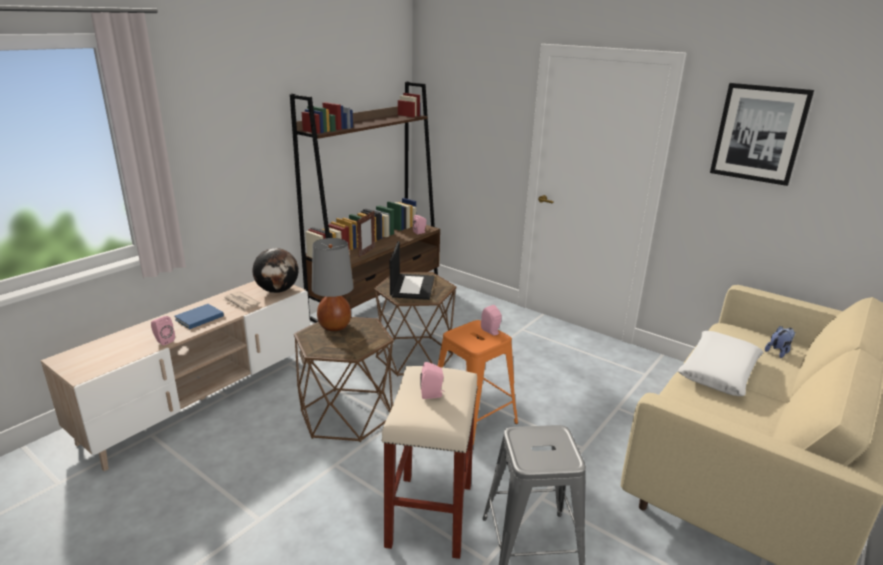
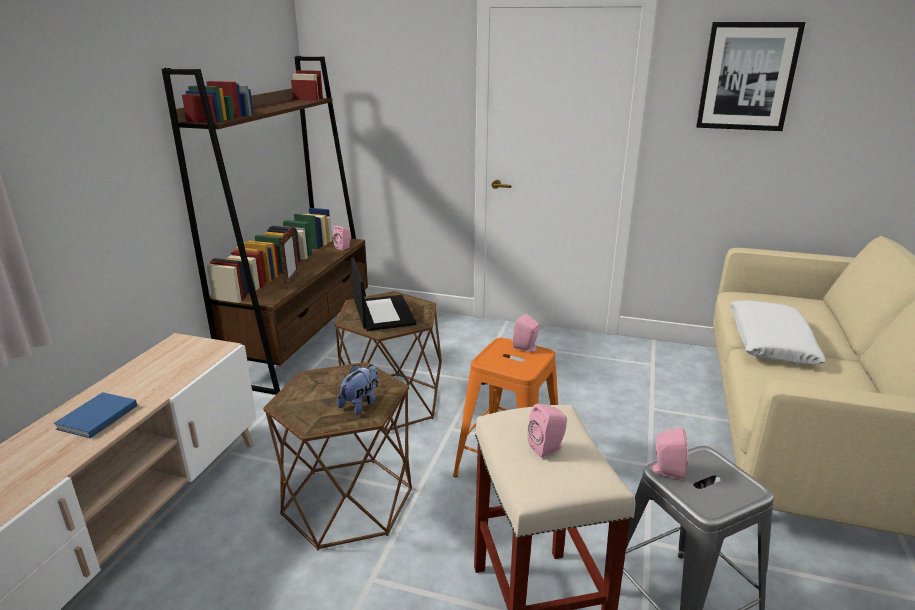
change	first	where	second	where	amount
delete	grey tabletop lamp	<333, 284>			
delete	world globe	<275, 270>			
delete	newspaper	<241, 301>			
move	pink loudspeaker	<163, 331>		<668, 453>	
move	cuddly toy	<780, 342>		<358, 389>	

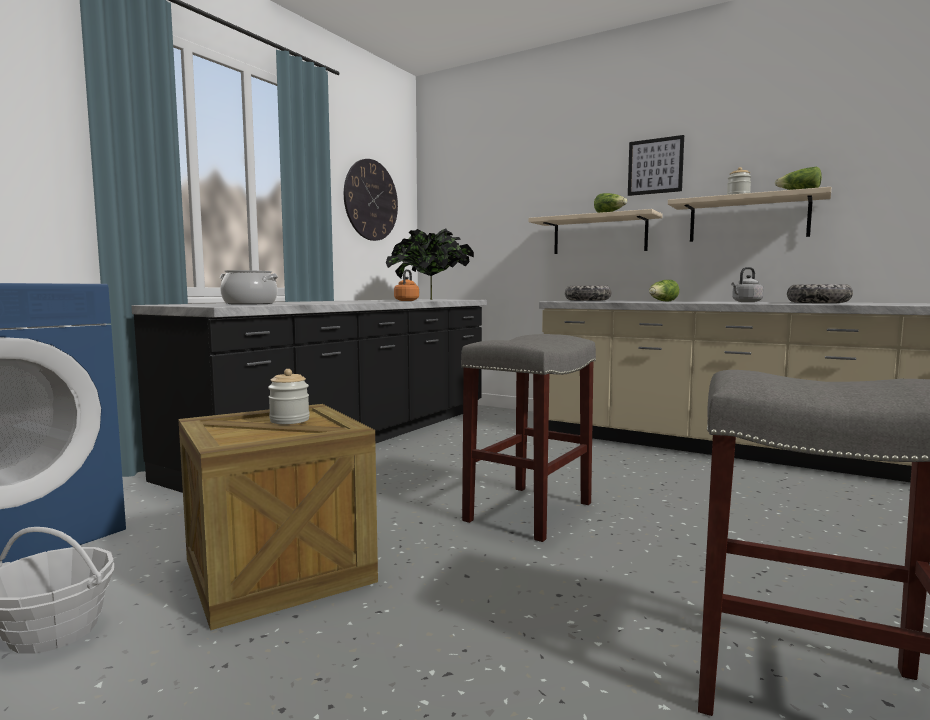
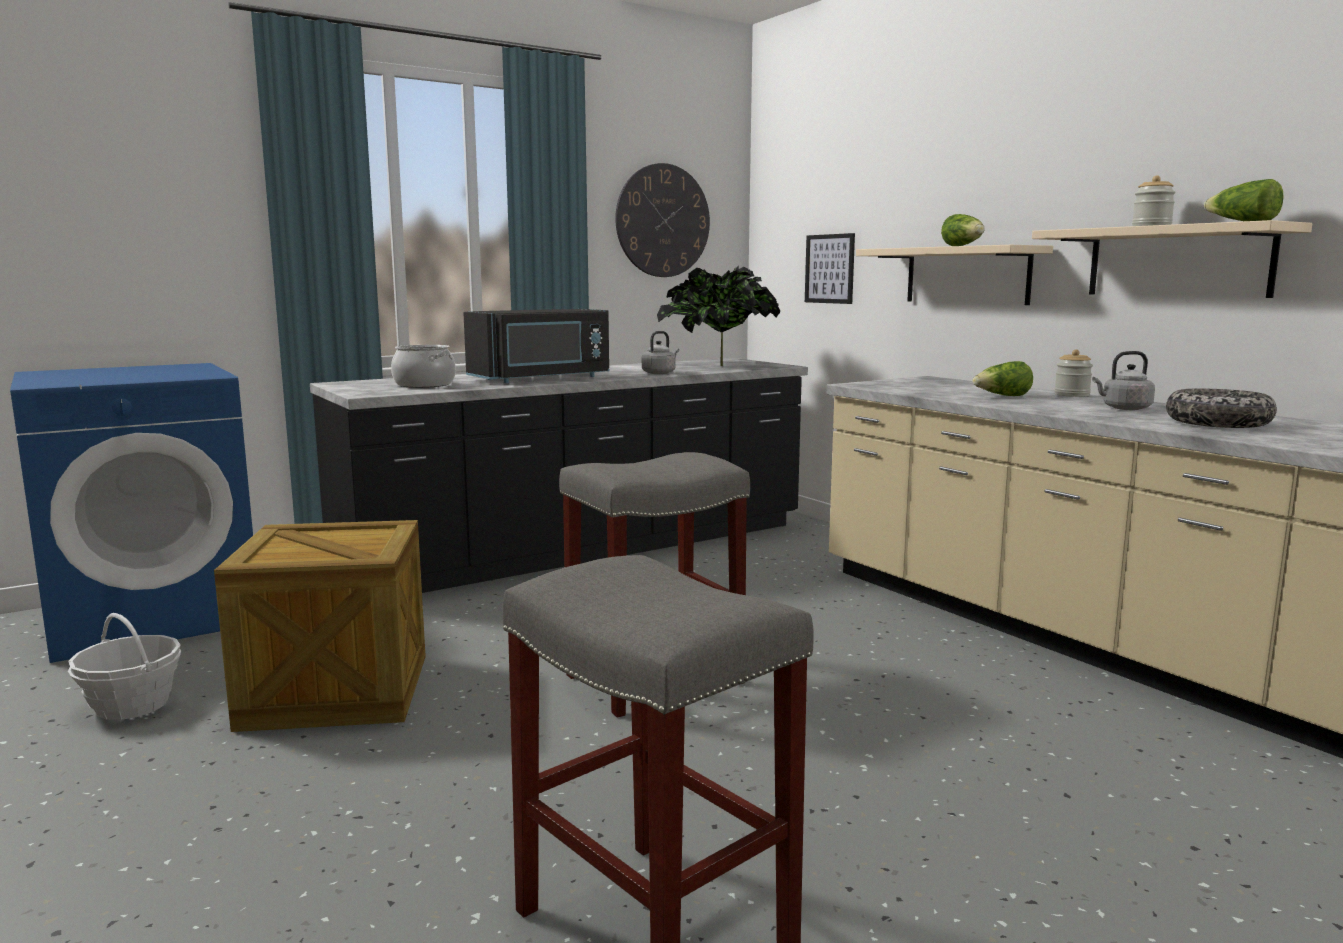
change	first	where	second	where	amount
move	picture	<656, 165>		<830, 268>	
recolor	orangey tea kettle	<406, 285>	grey tea kettle	<660, 352>	
delete	serving bowl	<588, 293>			
move	preserve jar	<289, 396>		<1073, 373>	
insert			blackish kitchen microwave	<536, 346>	

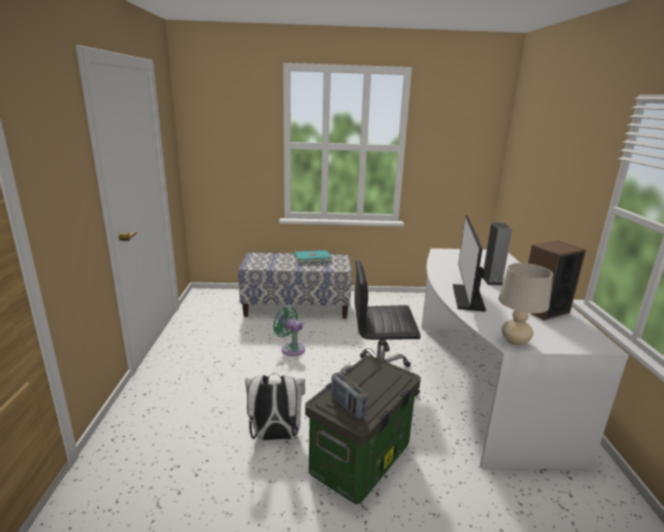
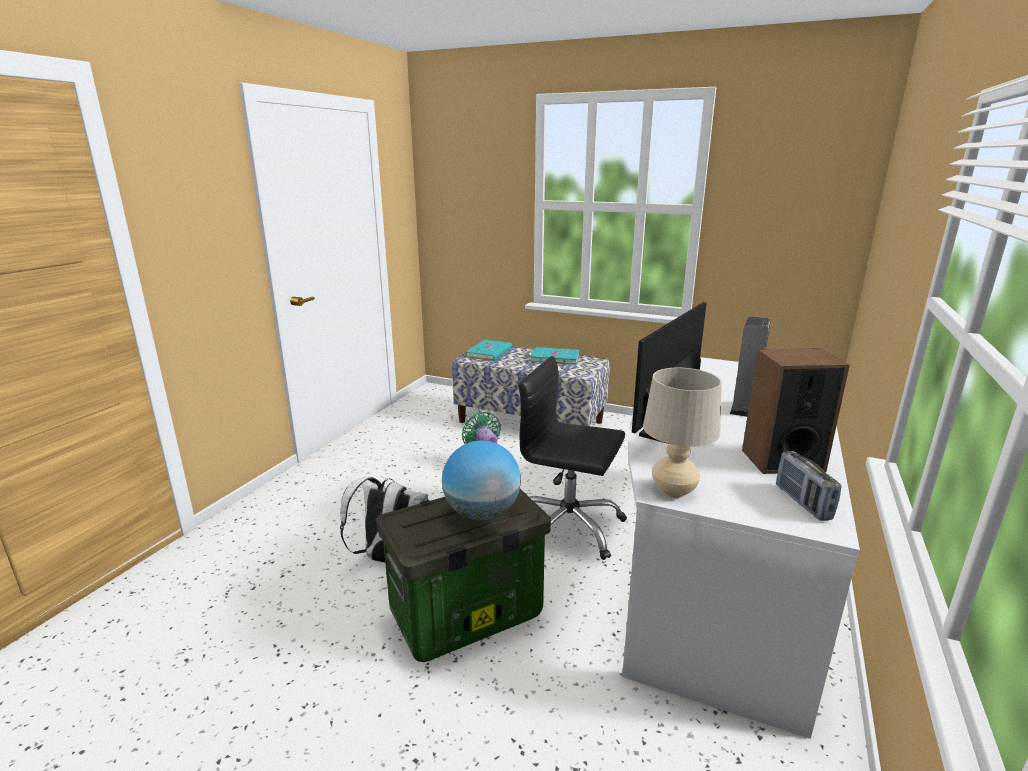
change	first	where	second	where	amount
move	radio receiver	<349, 395>		<809, 486>	
insert			turquoise-coloured book	<489, 350>	
insert			world globe	<481, 480>	

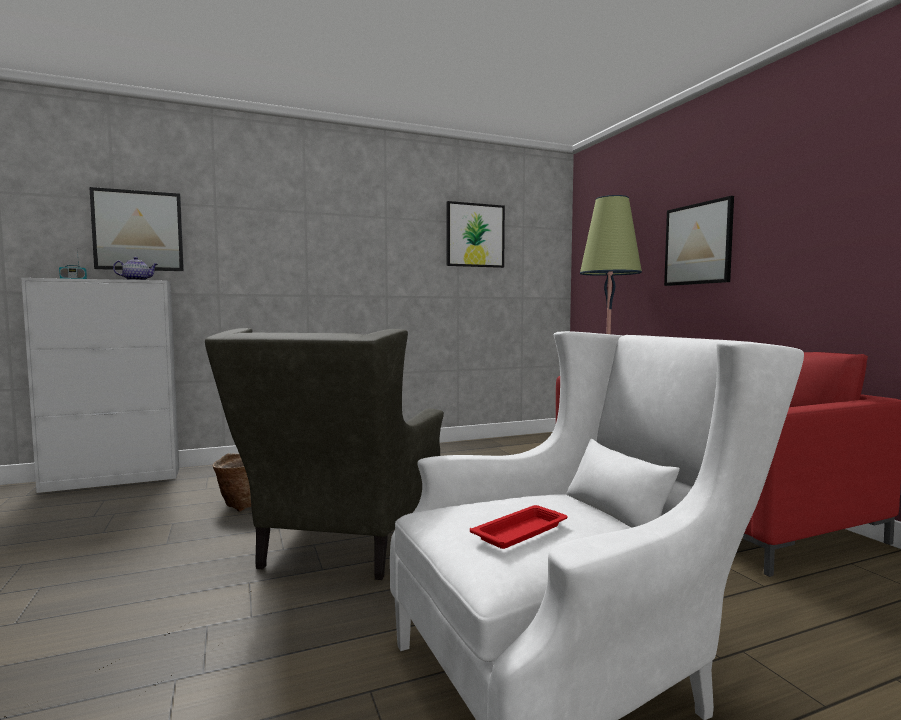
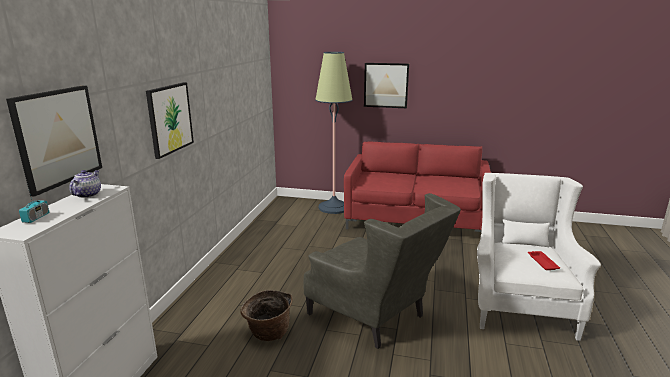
change	first	where	second	where	amount
move	picture	<475, 234>		<170, 120>	

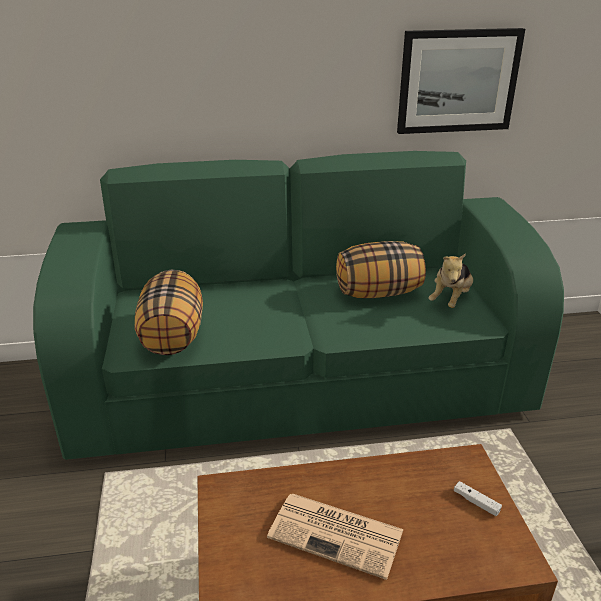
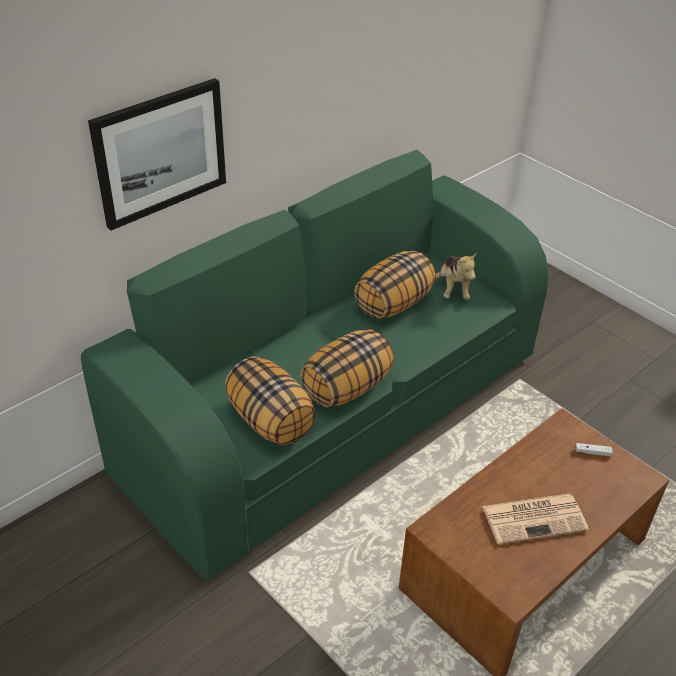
change	first	where	second	where	amount
move	picture	<461, 81>		<157, 154>	
insert			throw pillow	<347, 368>	

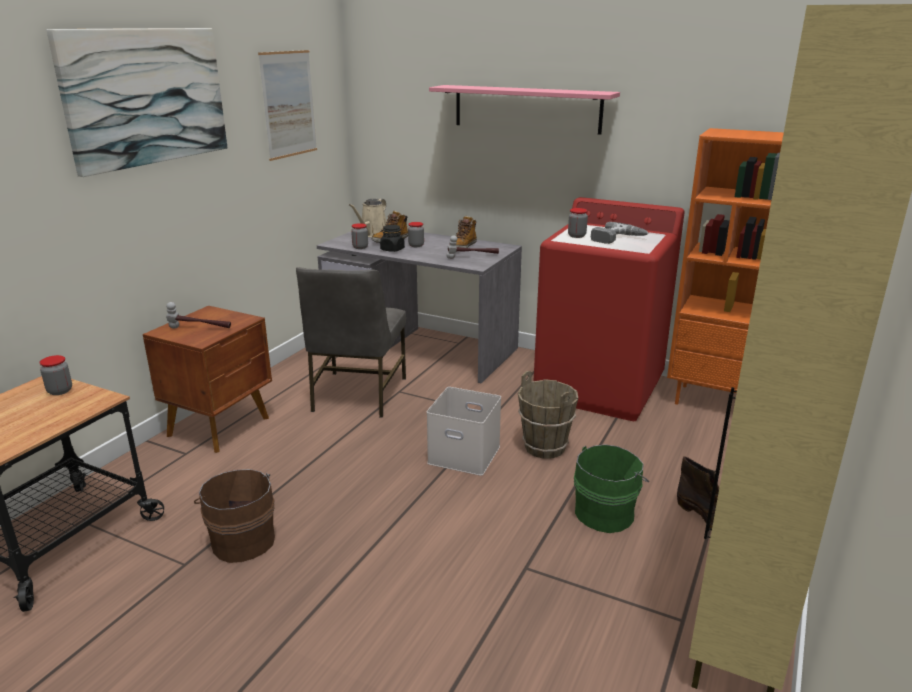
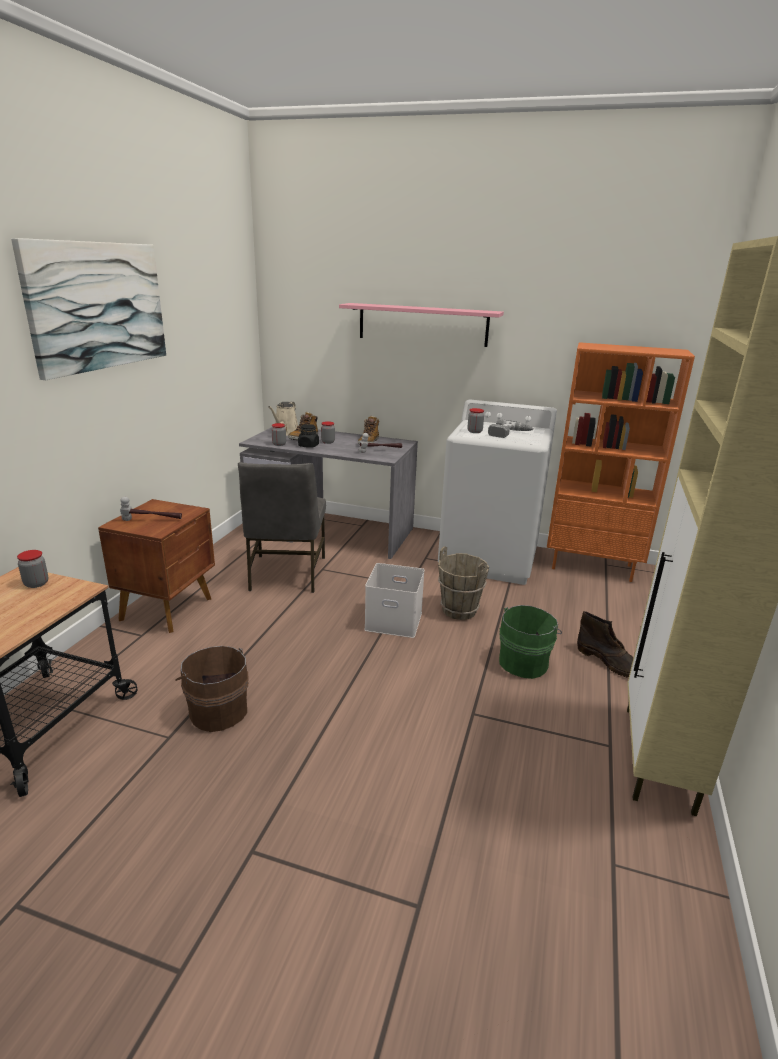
change	first	where	second	where	amount
delete	picture	<287, 105>			
recolor	red laundry appliance	<609, 309>	white laundry appliance	<497, 492>	

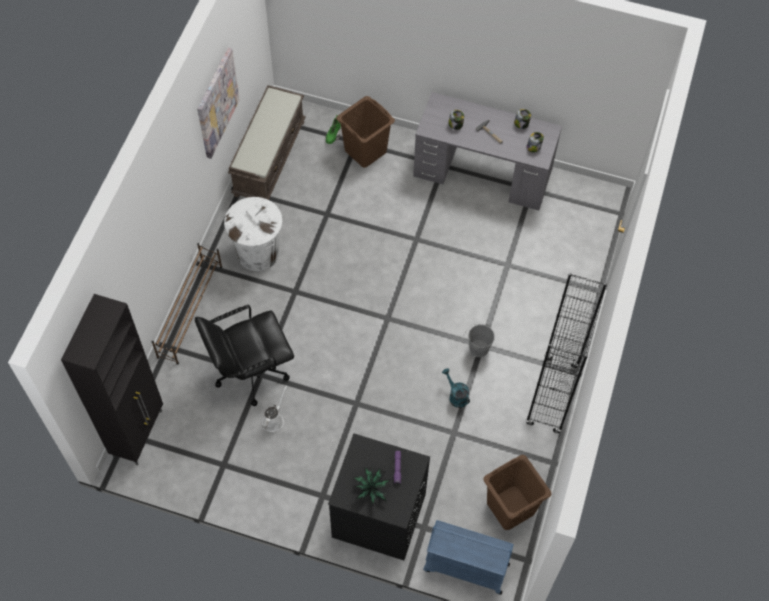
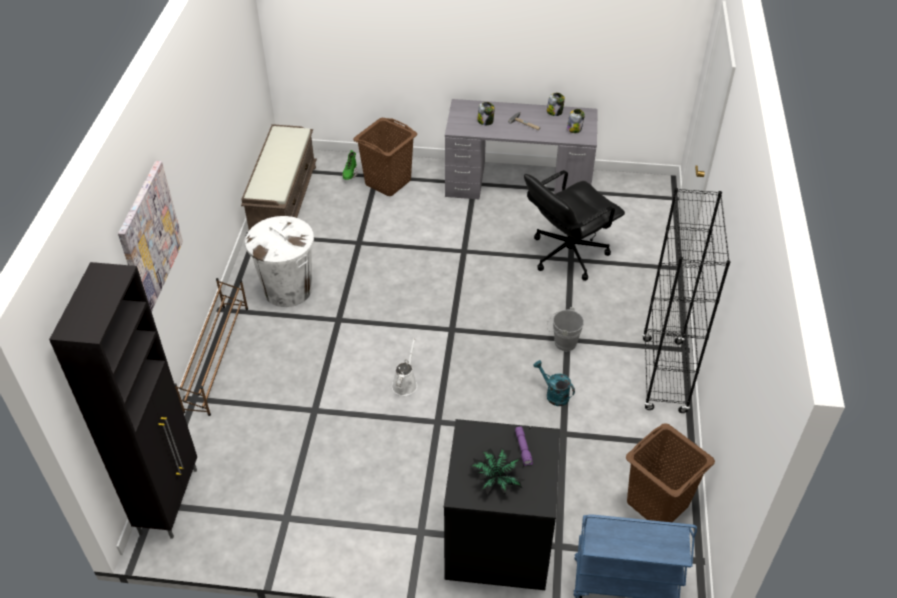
change	first	where	second	where	amount
move	picture	<218, 103>		<150, 236>	
move	blackish desk chair	<244, 355>		<574, 225>	
move	white watering can	<274, 409>		<404, 367>	

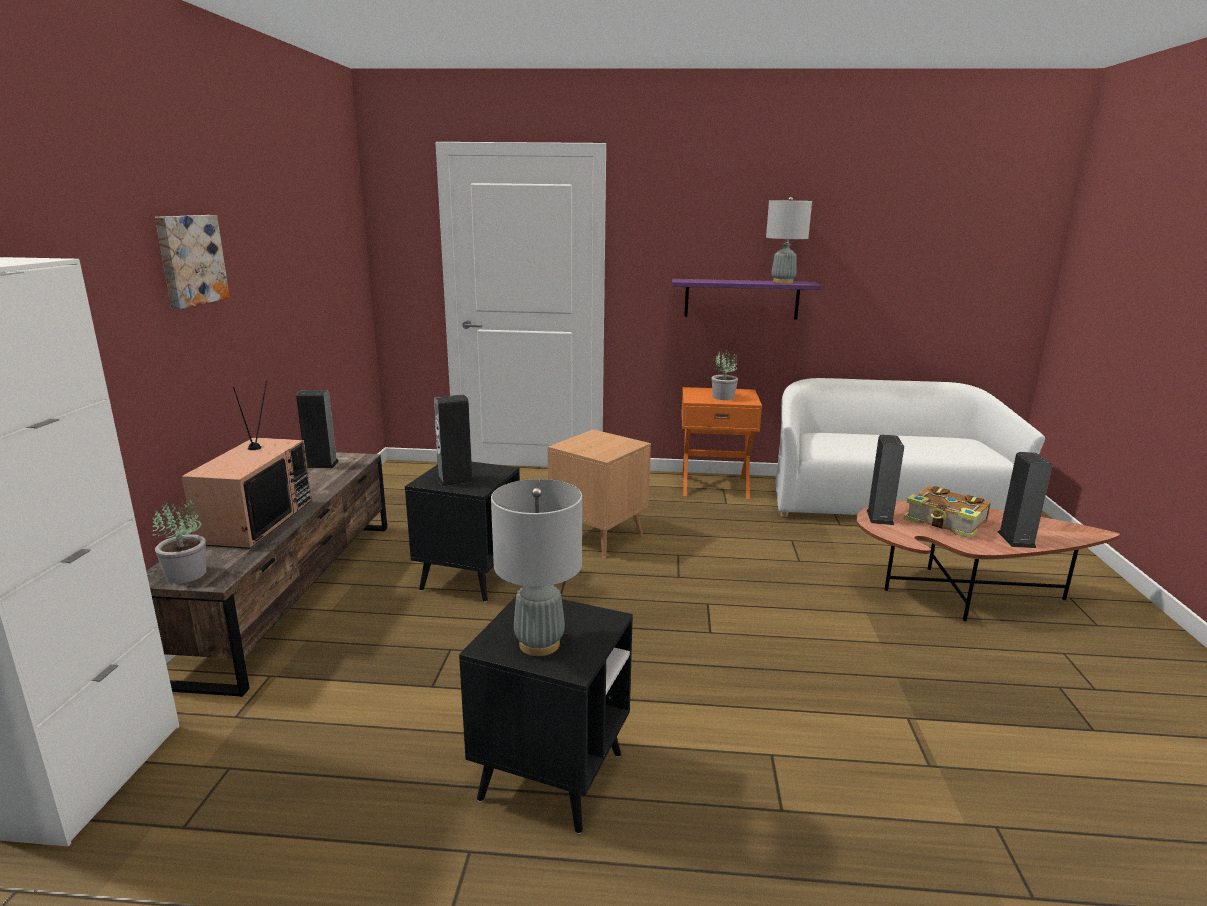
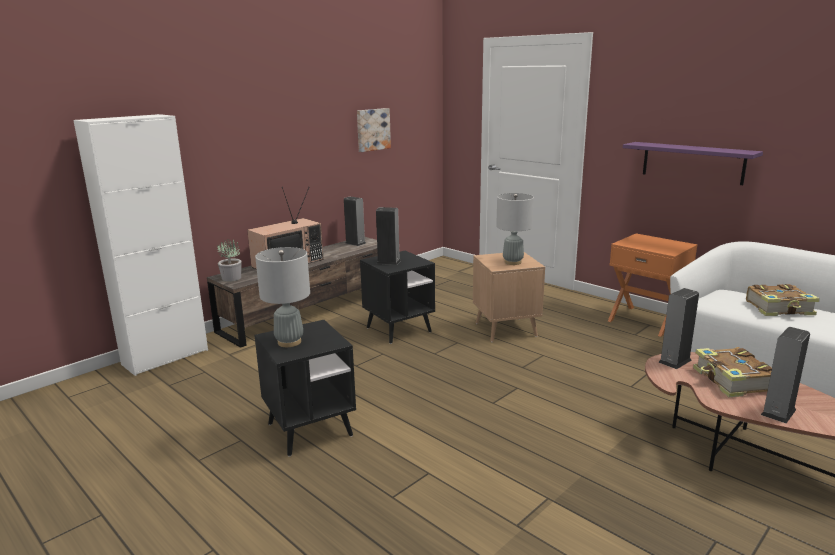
change	first	where	second	where	amount
move	grey tabletop lamp	<789, 240>		<515, 229>	
move	picture	<192, 262>		<374, 130>	
delete	plant in a pot	<724, 374>			
insert			book	<783, 300>	

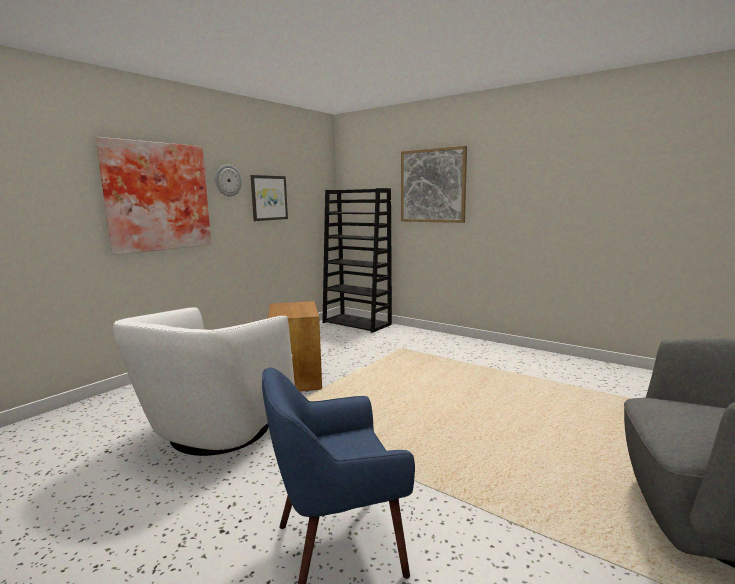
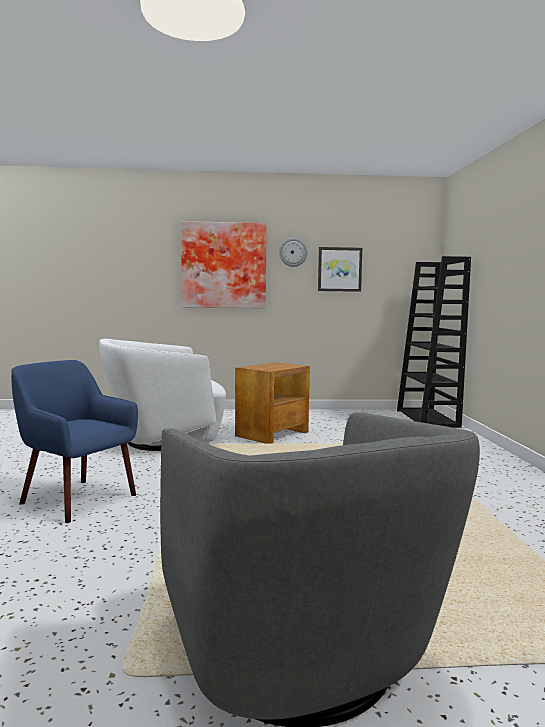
change	first	where	second	where	amount
delete	picture	<434, 184>			

